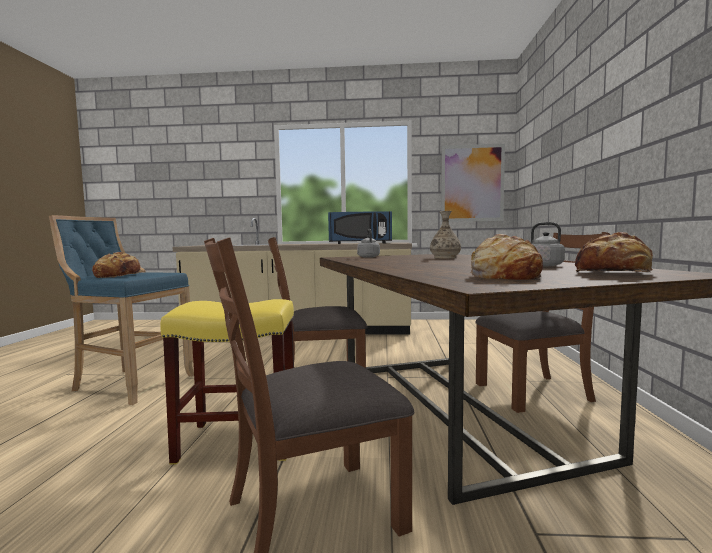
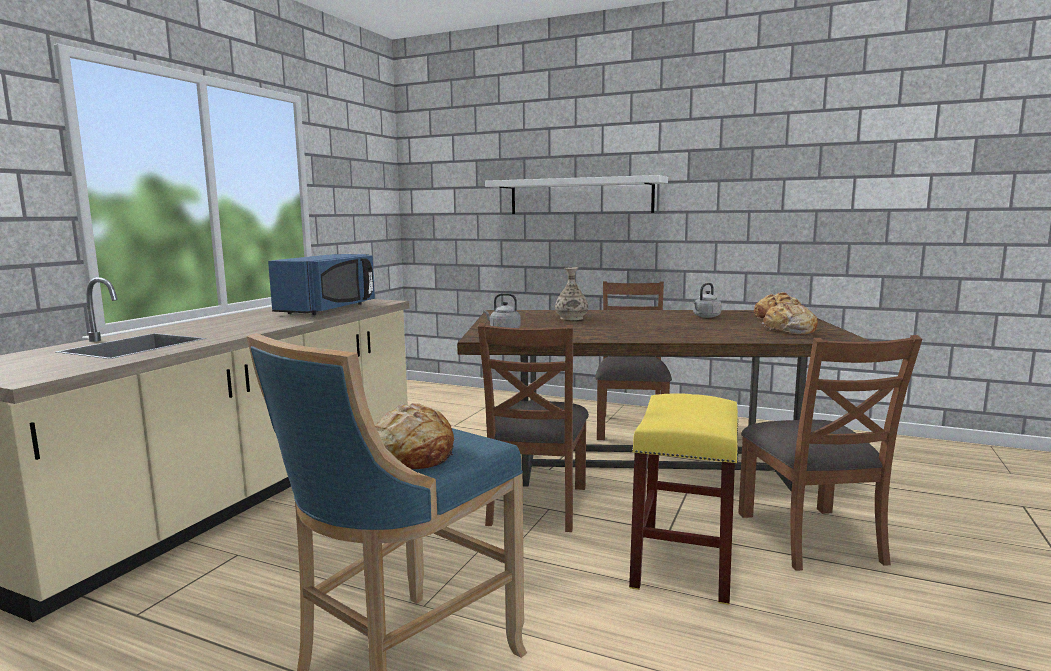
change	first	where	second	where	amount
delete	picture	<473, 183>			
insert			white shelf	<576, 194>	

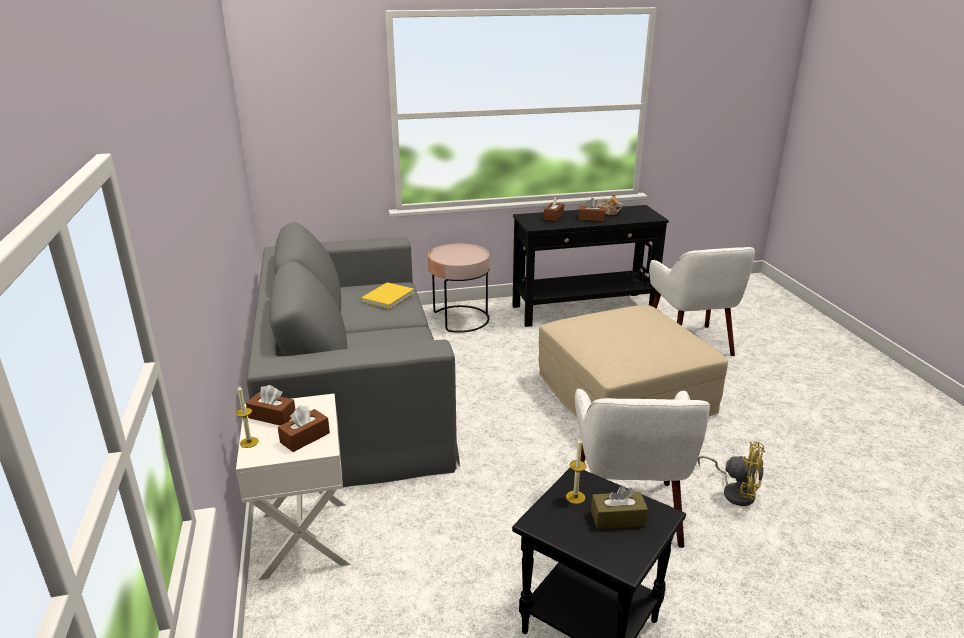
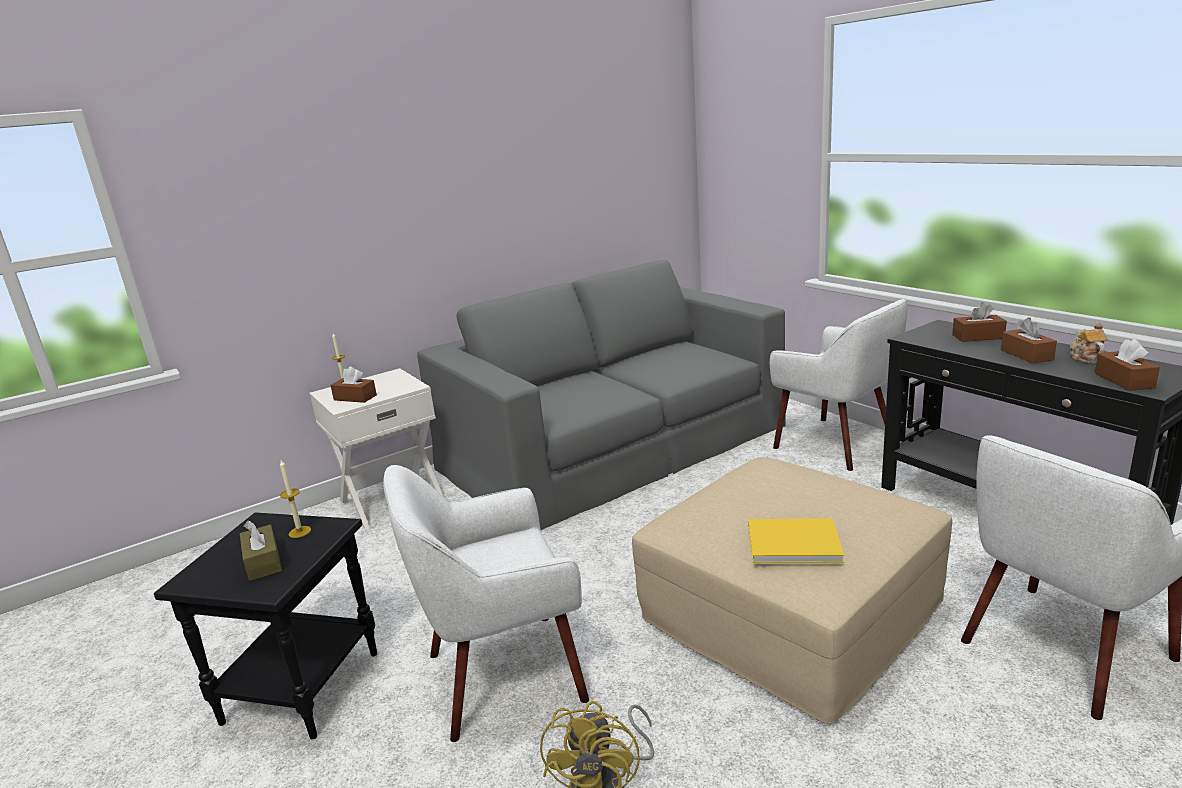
change	first	where	second	where	amount
replace	pink accent table	<459, 288>	white armchair	<839, 385>	
move	yellow-coloured book	<387, 295>		<796, 540>	
move	brown tissue box	<271, 405>		<1127, 365>	

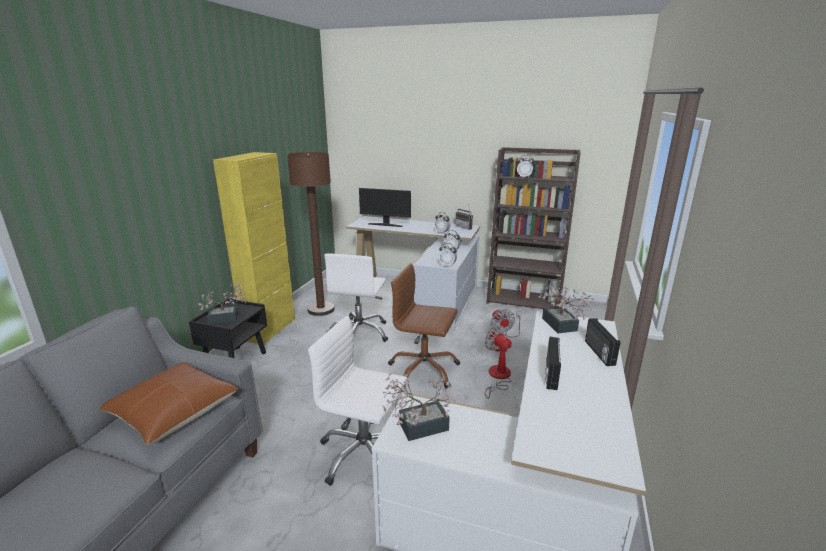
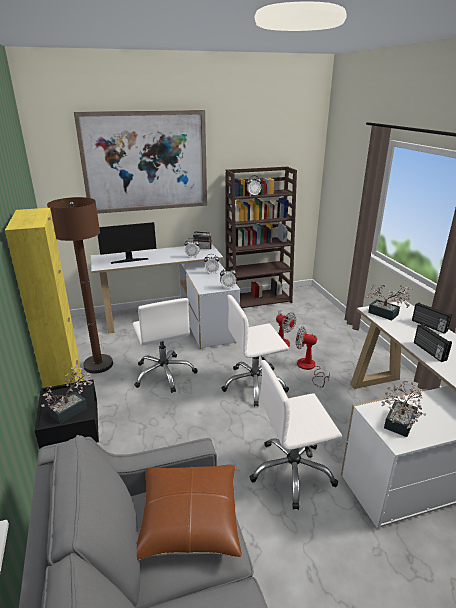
change	first	where	second	where	amount
recolor	brown desk chair	<424, 326>	white desk chair	<255, 351>	
insert			picture	<140, 162>	

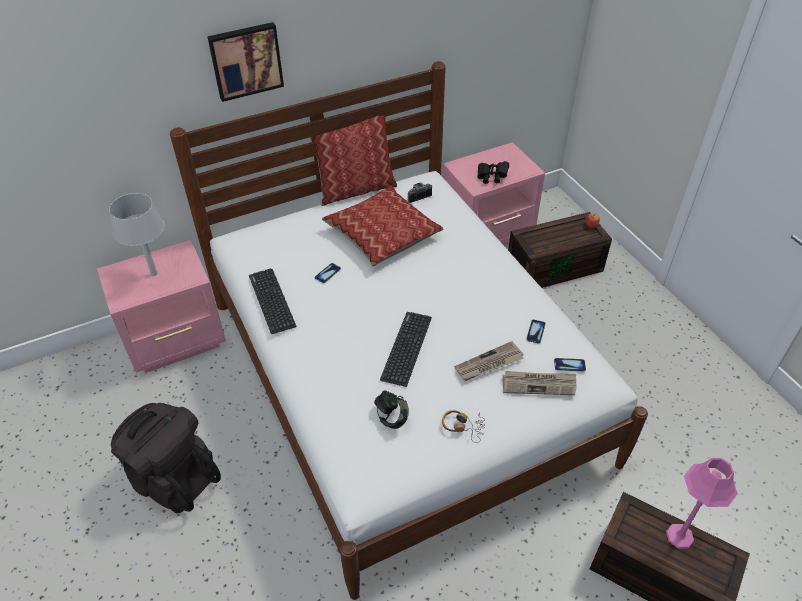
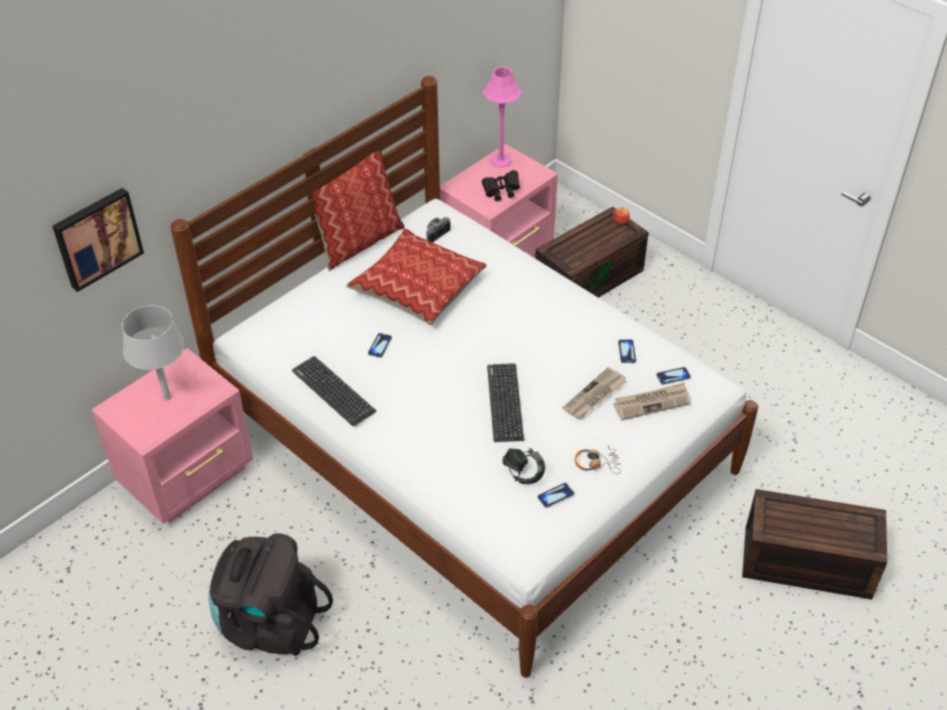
change	first	where	second	where	amount
move	picture	<245, 62>		<98, 240>	
move	pink tabletop lamp	<702, 503>		<502, 117>	
insert			phone	<556, 495>	

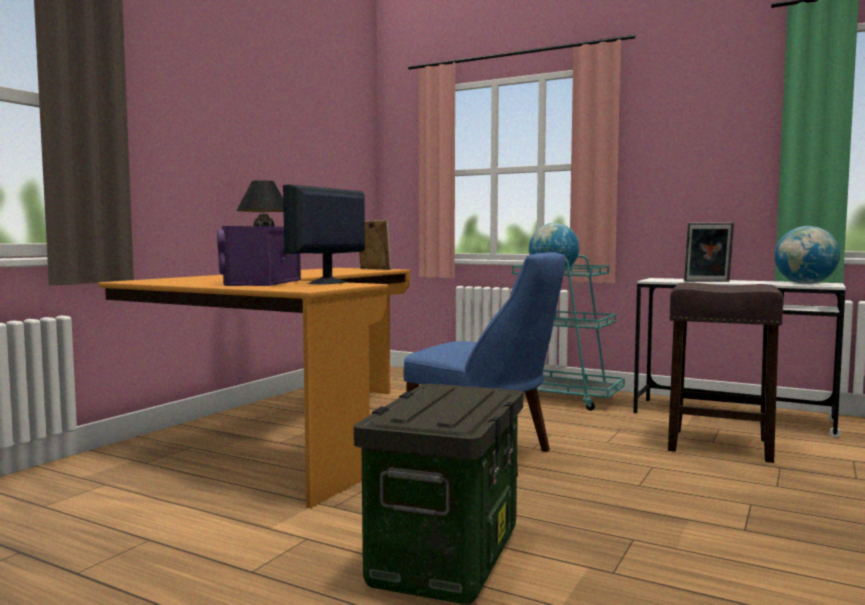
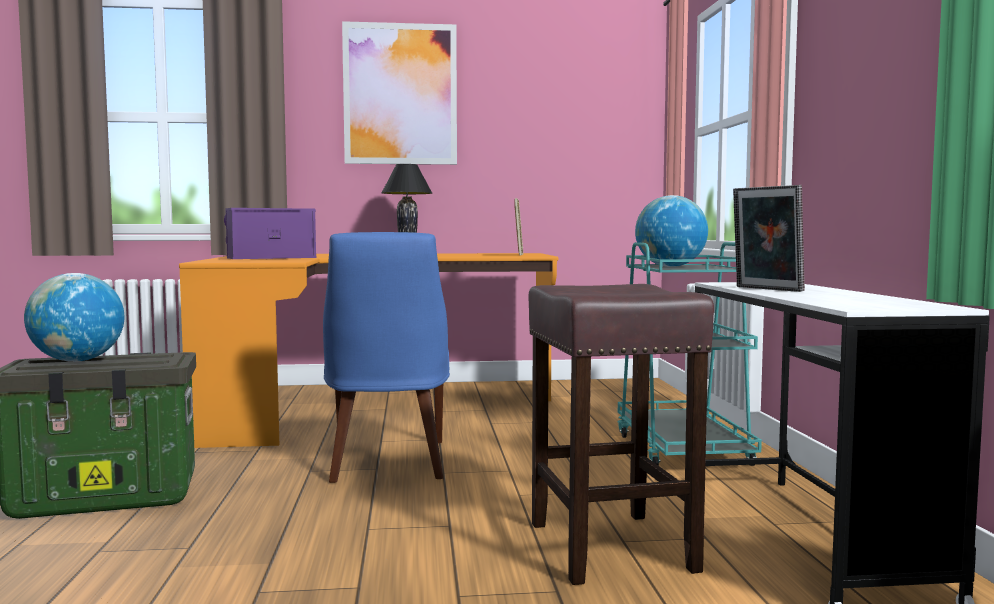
change	first	where	second	where	amount
delete	monitor	<324, 234>			
move	world globe	<807, 255>		<74, 317>	
insert			picture	<399, 93>	

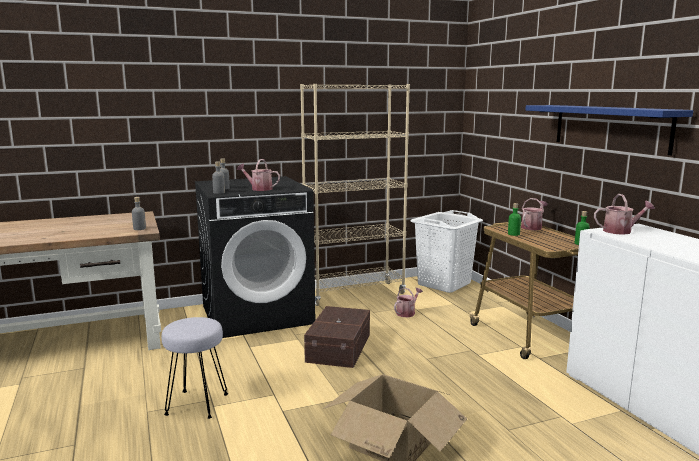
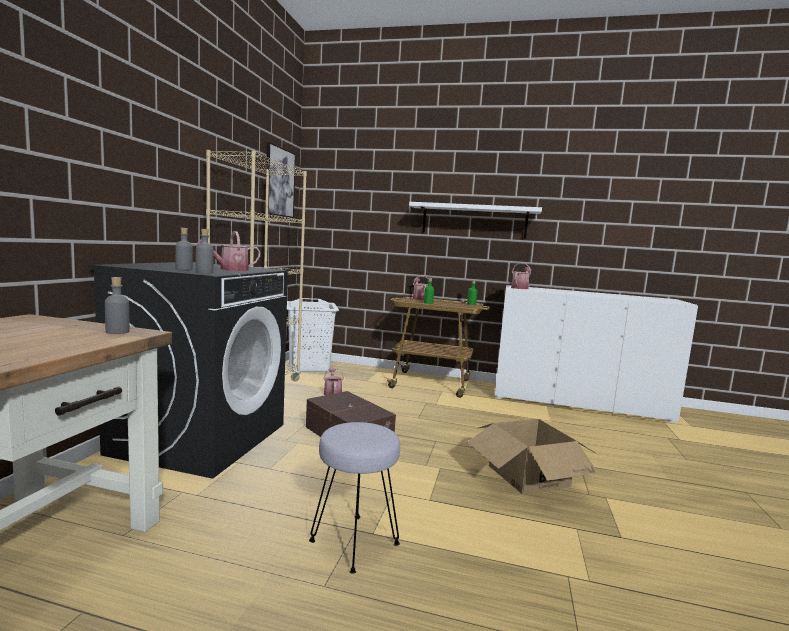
change	first	where	second	where	amount
recolor	blue-coloured shelf	<609, 130>	white shelf	<475, 220>	
insert			picture	<280, 180>	

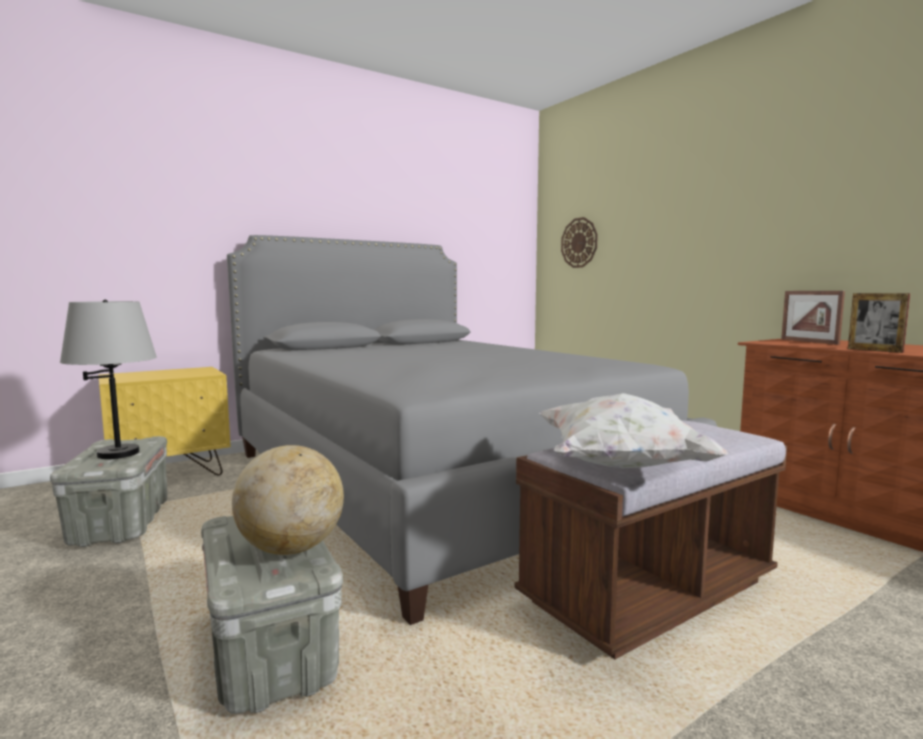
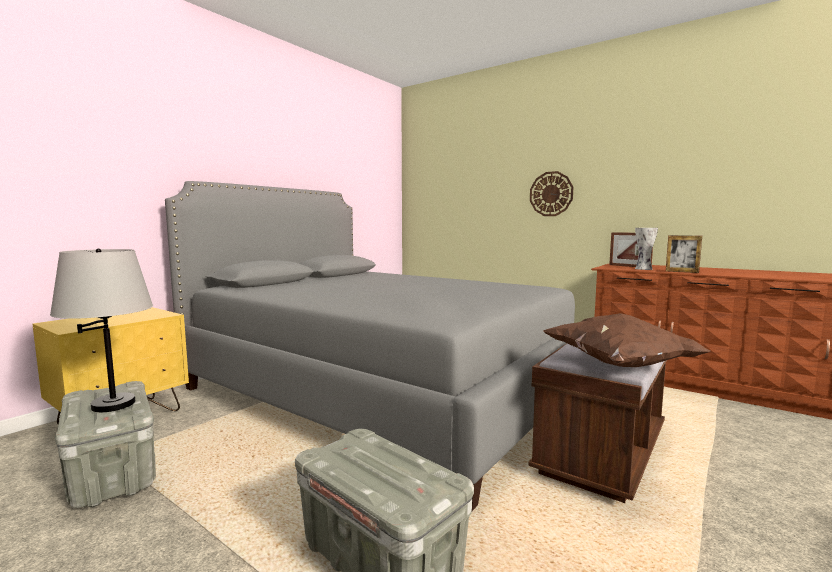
change	first	where	second	where	amount
move	hanging clock	<579, 242>		<551, 193>	
recolor	white throw pillow	<634, 430>	brown throw pillow	<627, 340>	
delete	world globe	<288, 500>			
insert			decorative vase	<646, 249>	

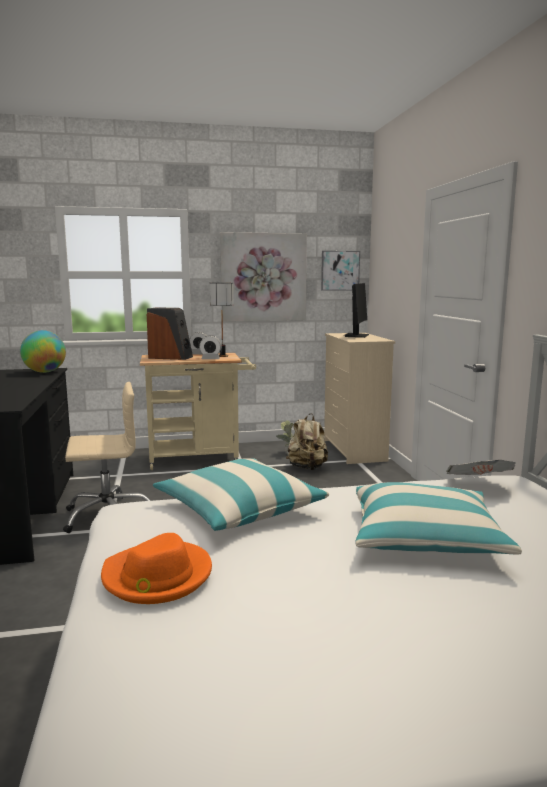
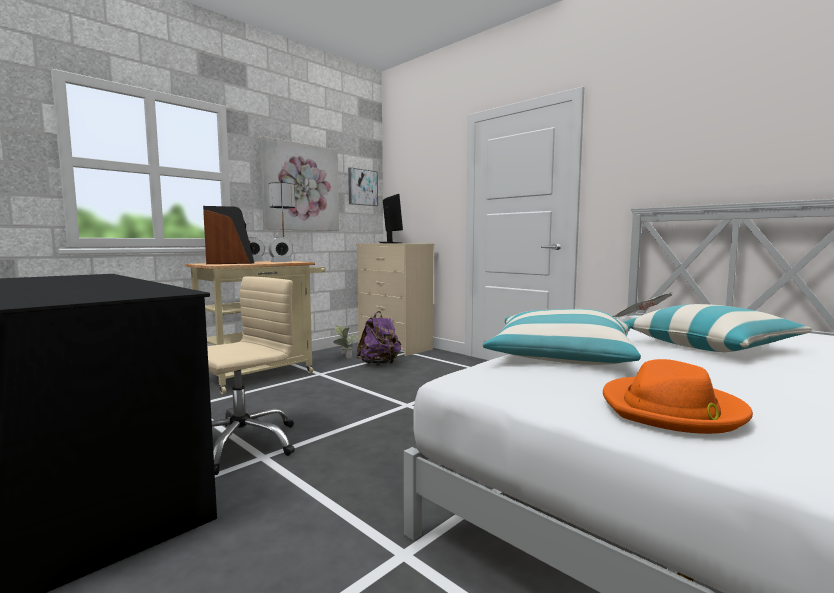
change	first	where	second	where	amount
delete	world globe	<43, 351>			
recolor	beige-coloured knapsack	<307, 441>	purple knapsack	<379, 338>	

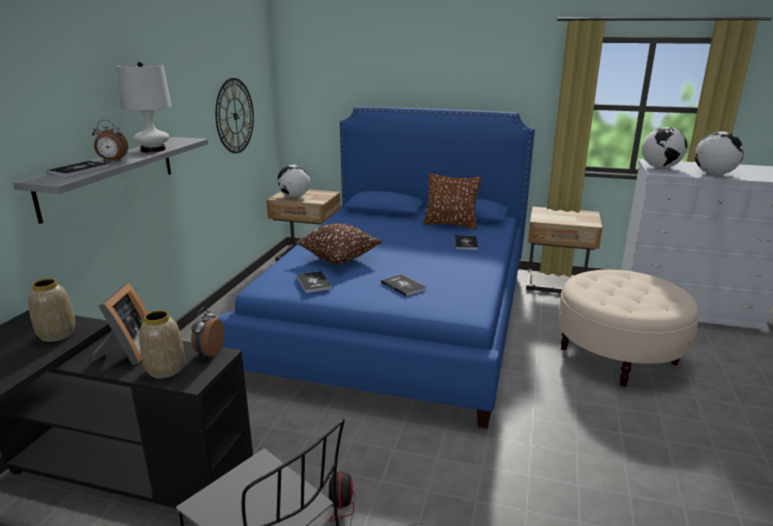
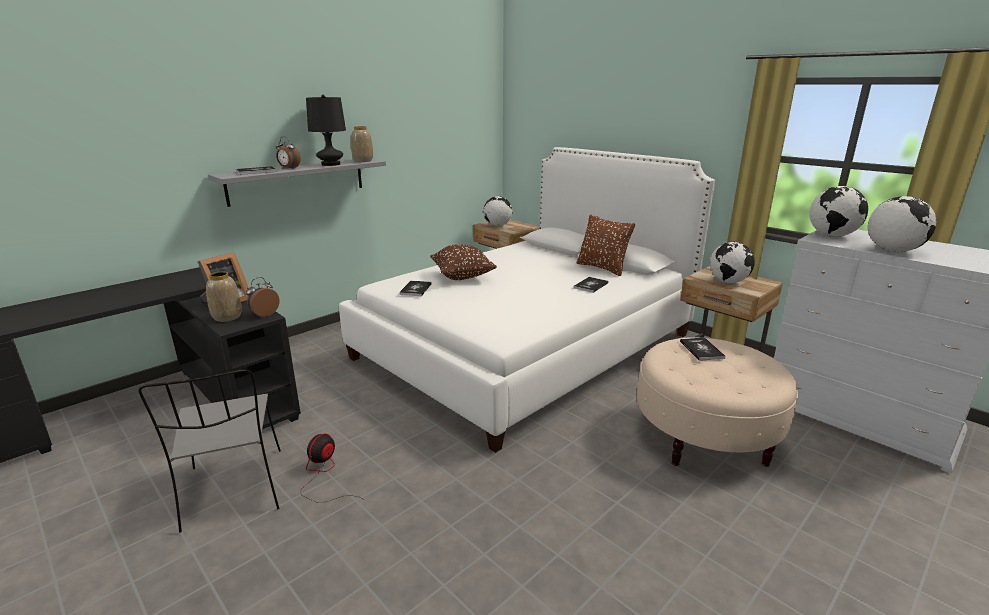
change	first	where	second	where	amount
recolor	white tabletop lamp	<144, 107>	blackish tabletop lamp	<326, 130>	
delete	hanging clock	<234, 115>			
recolor	blue-coloured sleeping bed	<376, 268>	white sleeping bed	<527, 300>	
move	book	<404, 285>		<702, 349>	
move	decorative vase	<51, 310>		<362, 144>	
insert			world globe	<732, 262>	

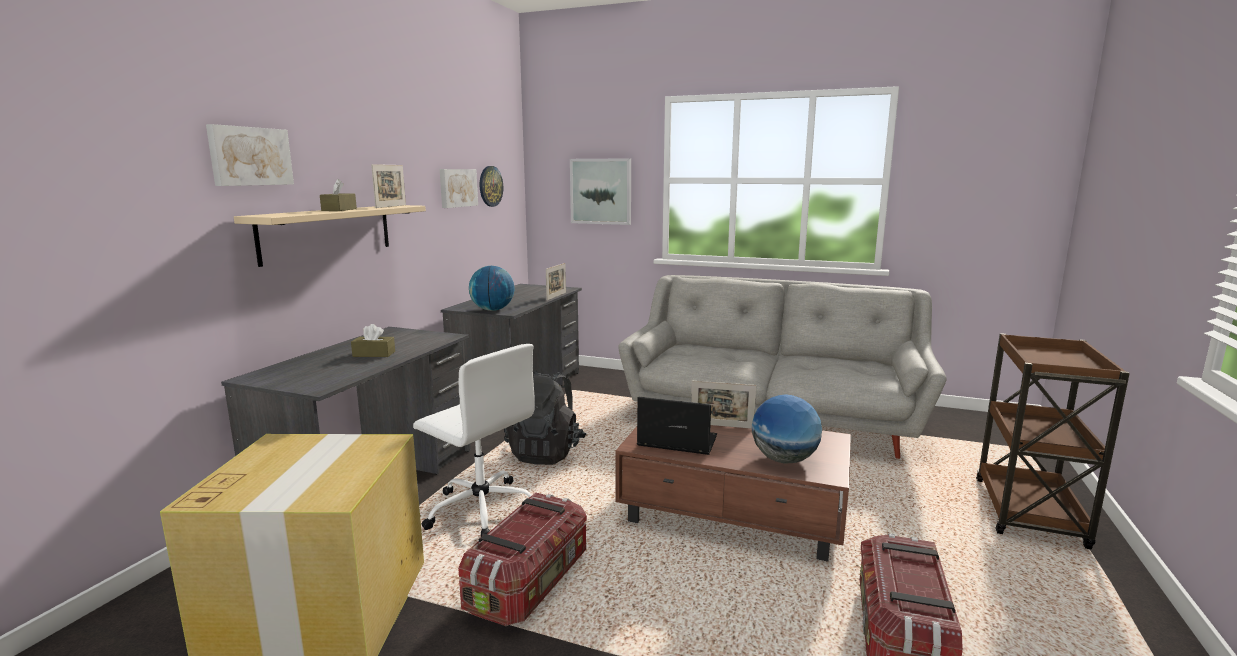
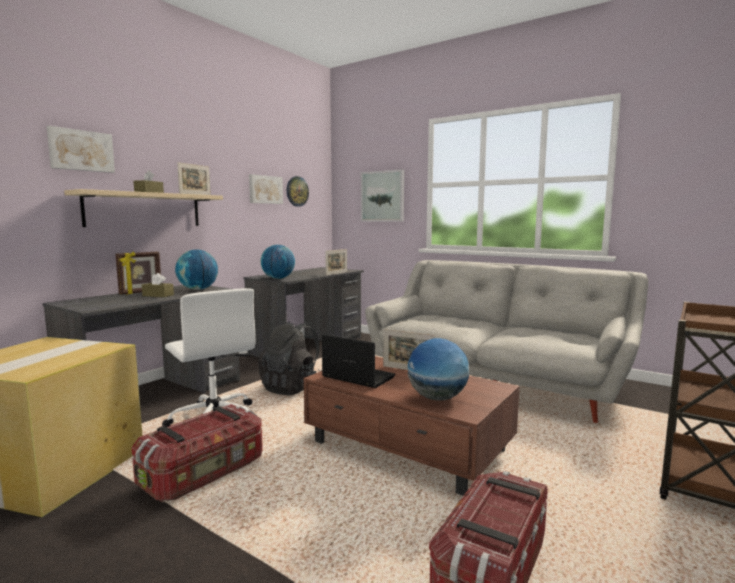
change	first	where	second	where	amount
insert			world globe	<196, 270>	
insert			picture frame	<138, 273>	

